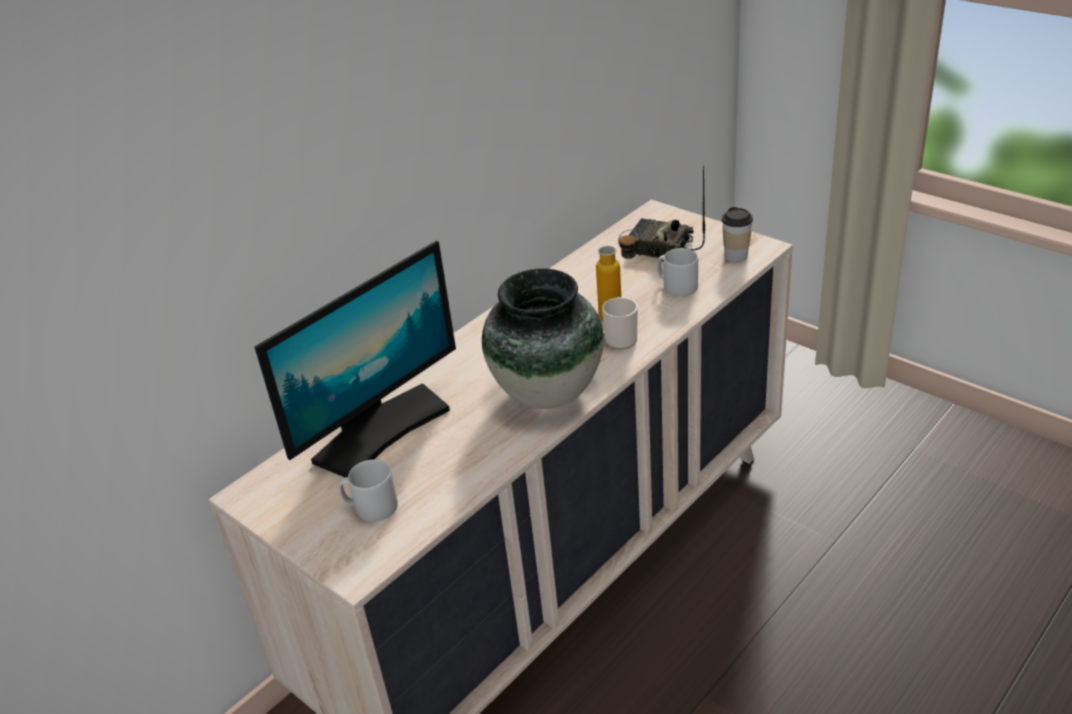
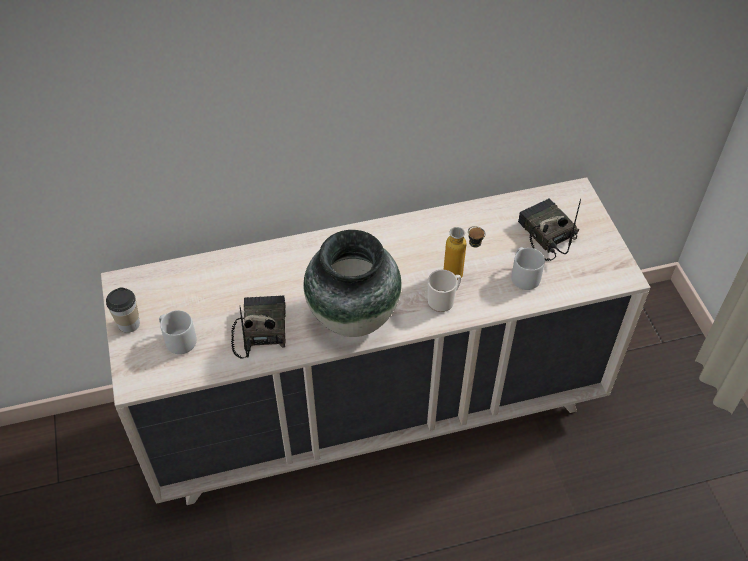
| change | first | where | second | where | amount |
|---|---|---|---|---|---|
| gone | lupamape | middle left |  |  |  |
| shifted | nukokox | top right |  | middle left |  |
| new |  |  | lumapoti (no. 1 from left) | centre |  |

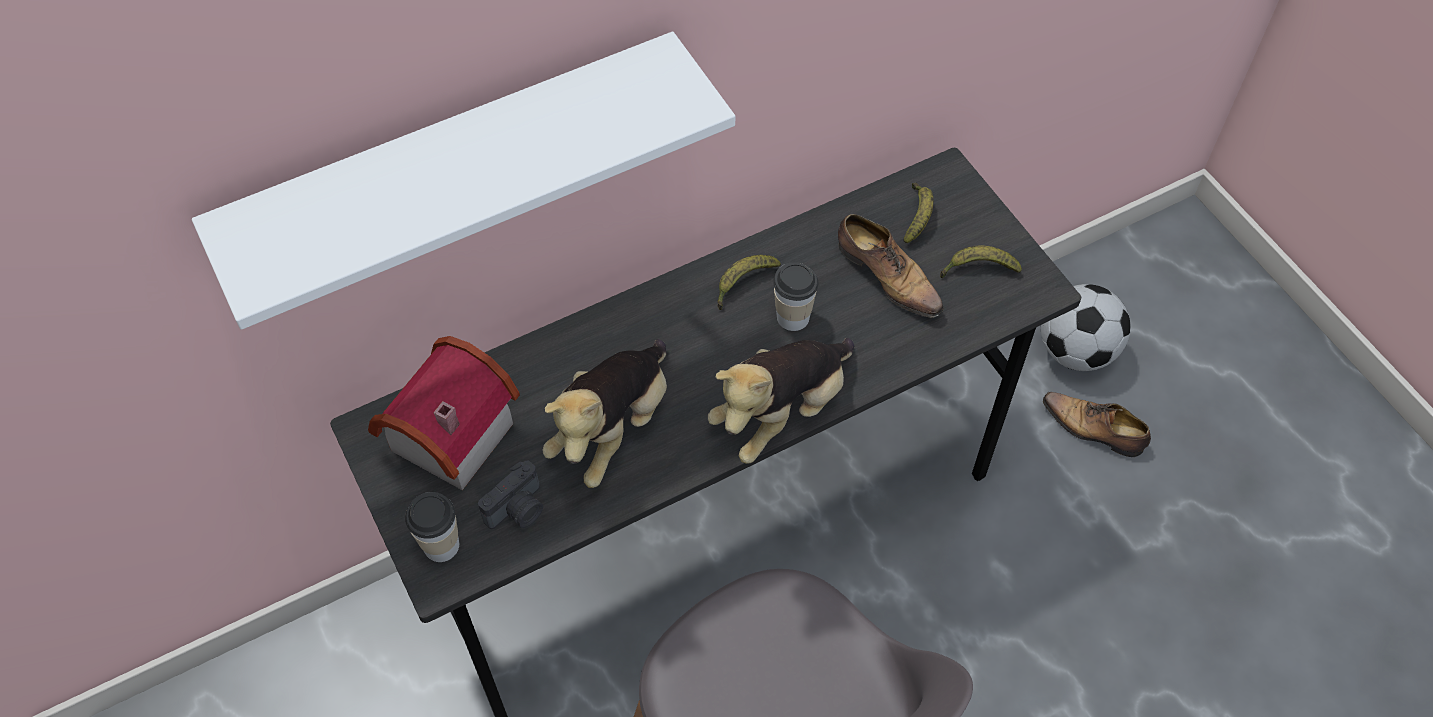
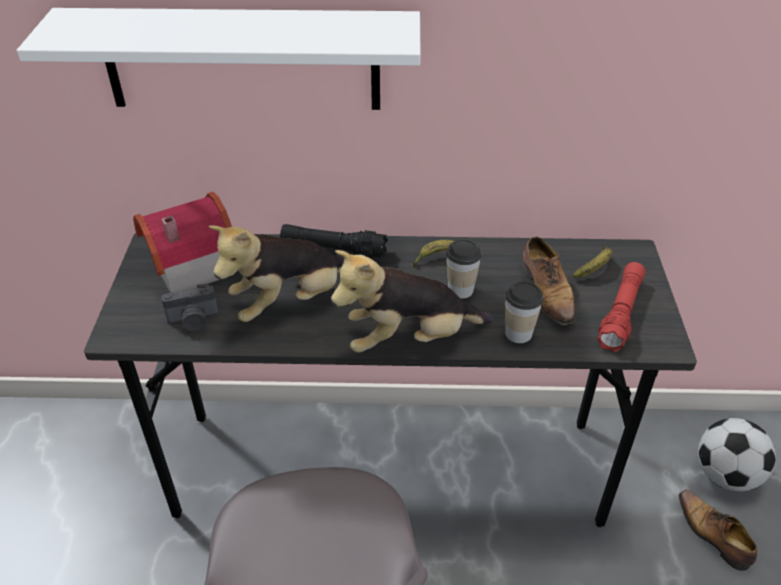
| change | first | where | second | where | amount |
|---|---|---|---|---|---|
| shifted | nukokox (no. 1 from left in the first image) | bottom left | nukokox (no. 2 from left) | middle right |  |
| swapped | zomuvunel (no. 3 from left) | middle right | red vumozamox | middle right |  |
| new |  |  | black vumozamox | centre |  |

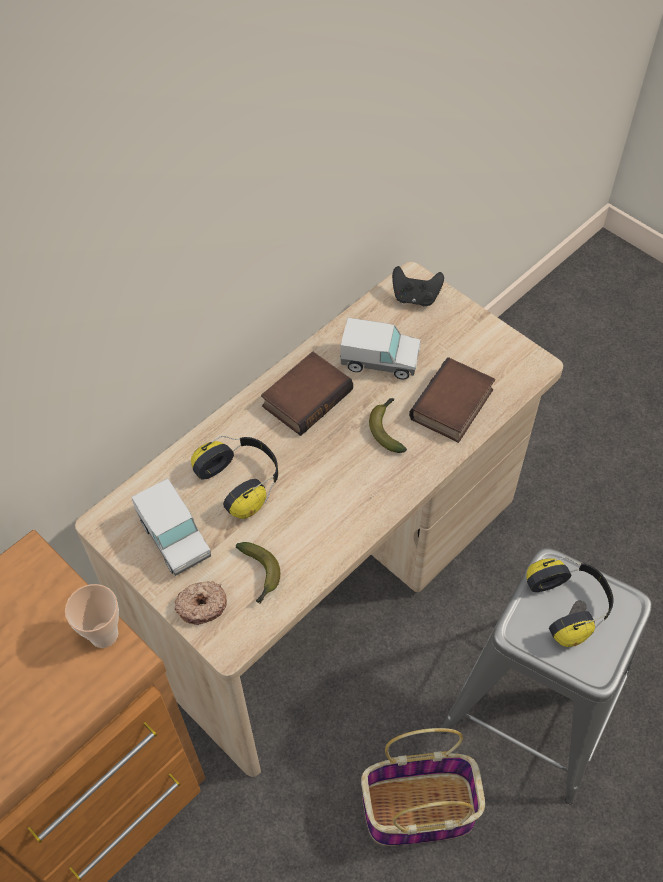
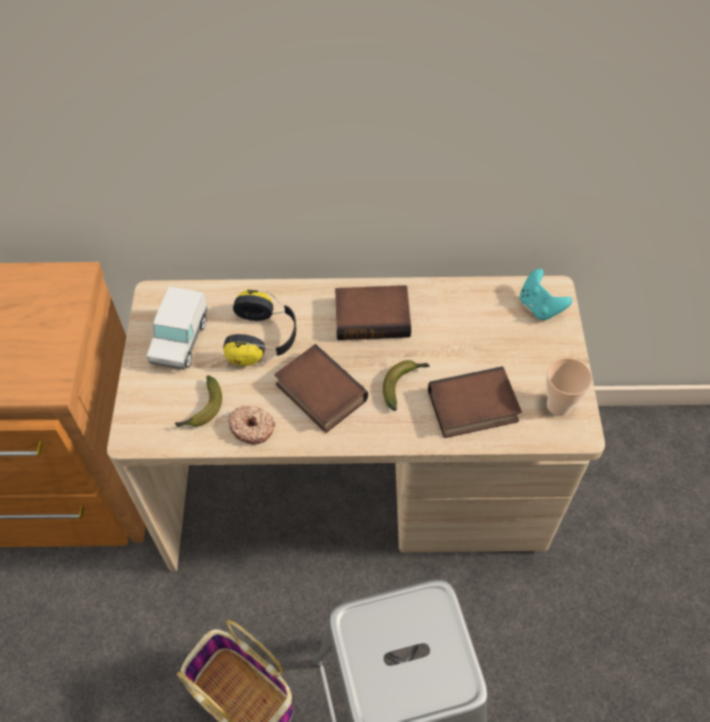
| change | first | where | second | where | amount |
|---|---|---|---|---|---|
| shifted | nukokox | bottom left |  | middle right |  |
| shifted | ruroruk | bottom left |  | centre |  |
| gone | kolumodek (no. 2 from left) | centre |  |  |  |
| repainted | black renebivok | top centre | turquoise renebivok | middle right |  |
| gone | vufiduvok (no. 2 from left) | bottom right |  |  |  |
| new |  |  | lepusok (no. 1 from left) | centre |  |

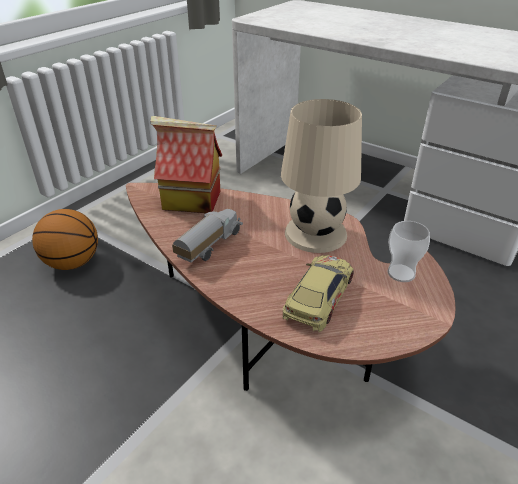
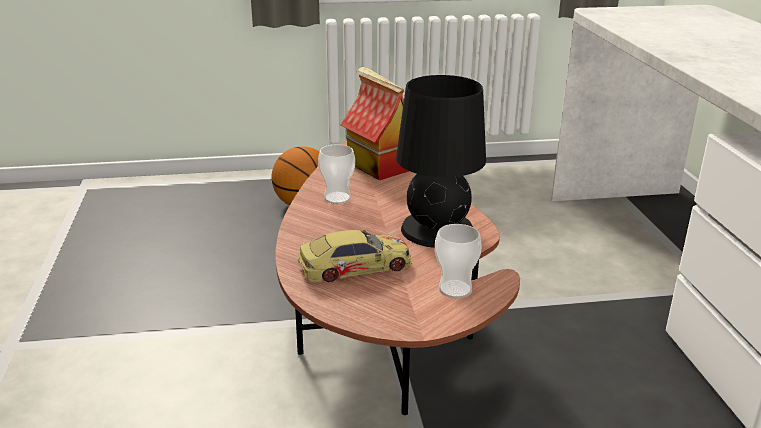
| change | first | where | second | where | amount |
|---|---|---|---|---|---|
| swapped | kolumodek | centre | nukokox (no. 1 from left) | centre |  |
| repainted | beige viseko | centre | black viseko | centre |  |

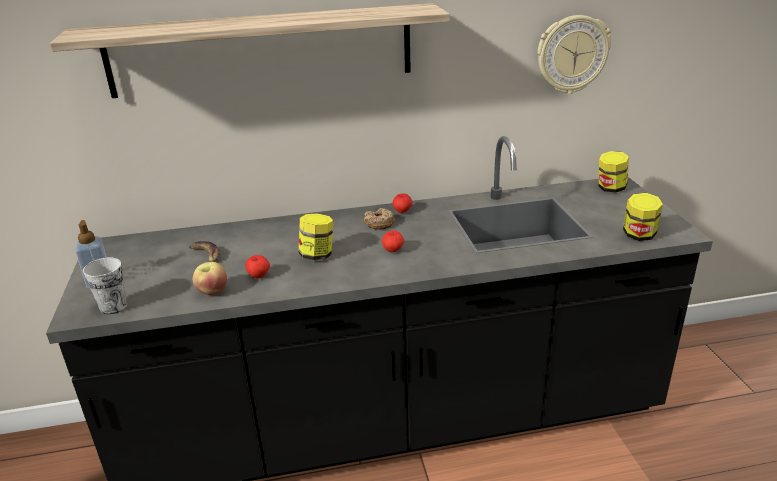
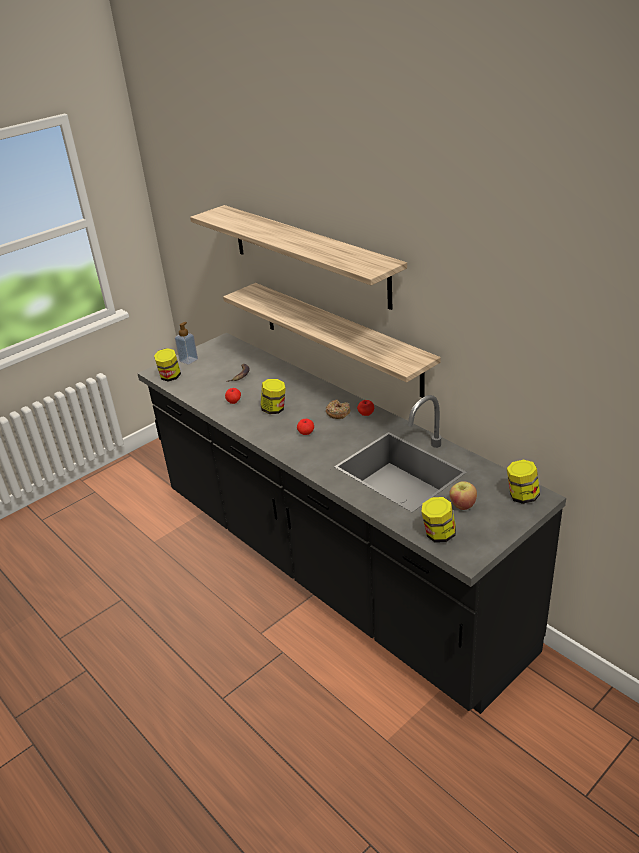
| change | first | where | second | where | amount |
|---|---|---|---|---|---|
| swapped | nukokox | middle left | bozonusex (no. 1 from left) | middle left |  |
| shifted | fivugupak (no. 1 from left in the first image) | middle left | fivugupak (no. 4 from left) | middle right |  |
| gone | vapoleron | top right |  |  |  |
| new |  |  | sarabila (no. 2 from left) | centre |  |

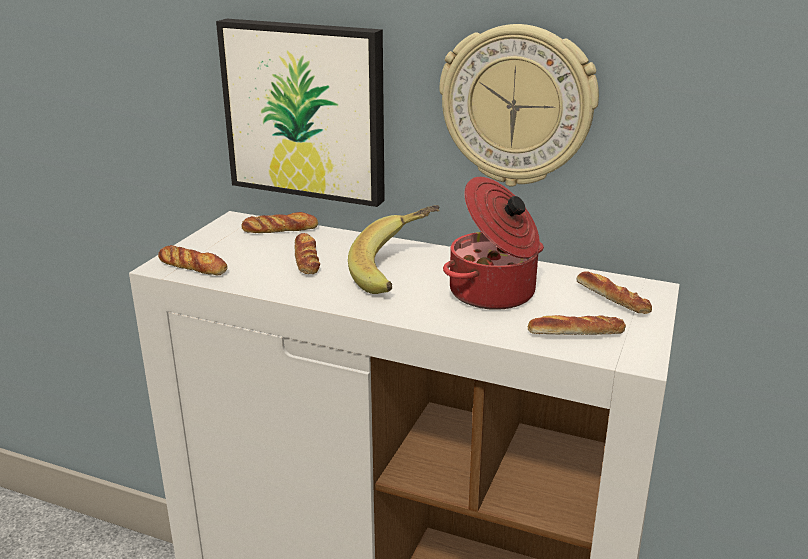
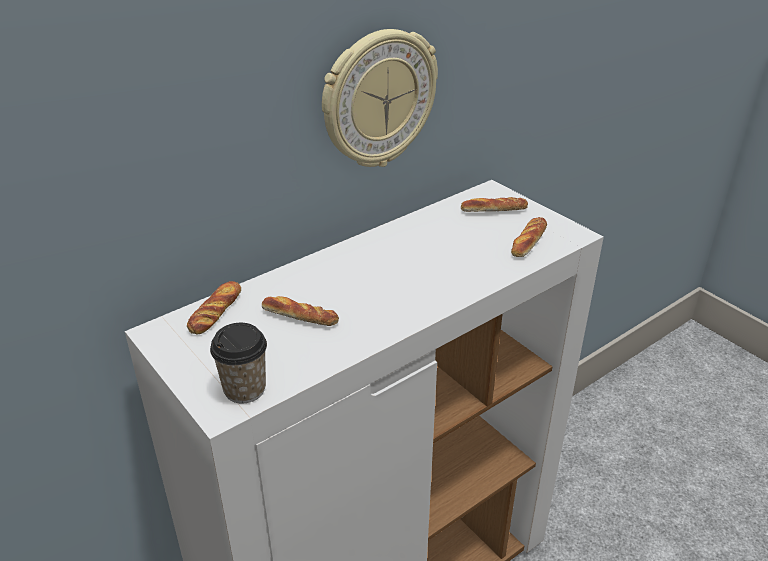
| change | first | where | second | where | amount |
|---|---|---|---|---|---|
| swapped | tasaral (no. 1 from left) | middle left | nukokox | middle left |  |
| gone | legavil | top centre |  |  |  |
| gone | zomuvunel | centre |  |  |  |
| gone | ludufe | centre |  |  |  |

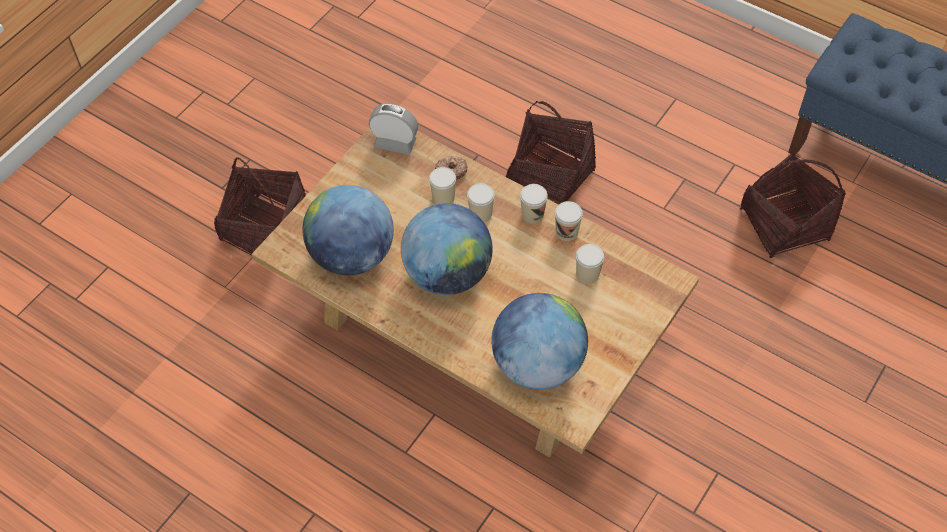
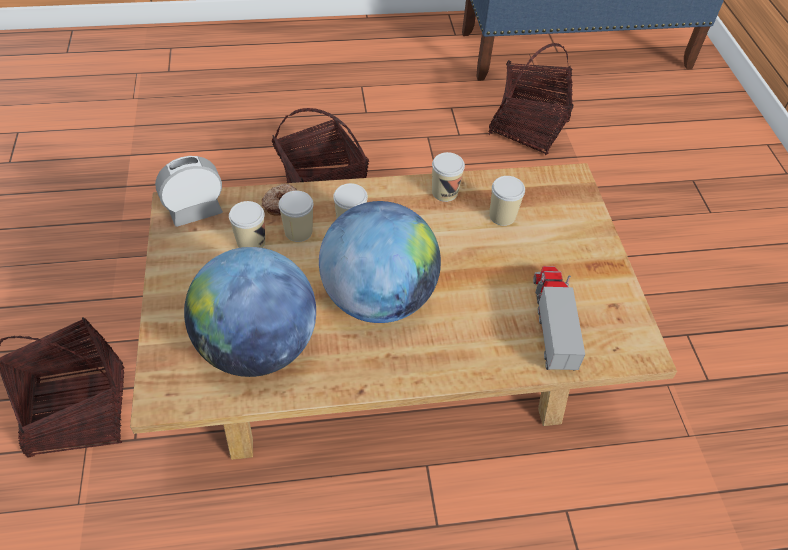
| change | first | where | second | where | amount |
|---|---|---|---|---|---|
| swapped | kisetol (no. 3 from left) | centre | kolumodek | middle right |  |
| shifted | nukokox (no. 3 from left in the first image) | centre | nukokox (no. 1 from left) | middle left |  |

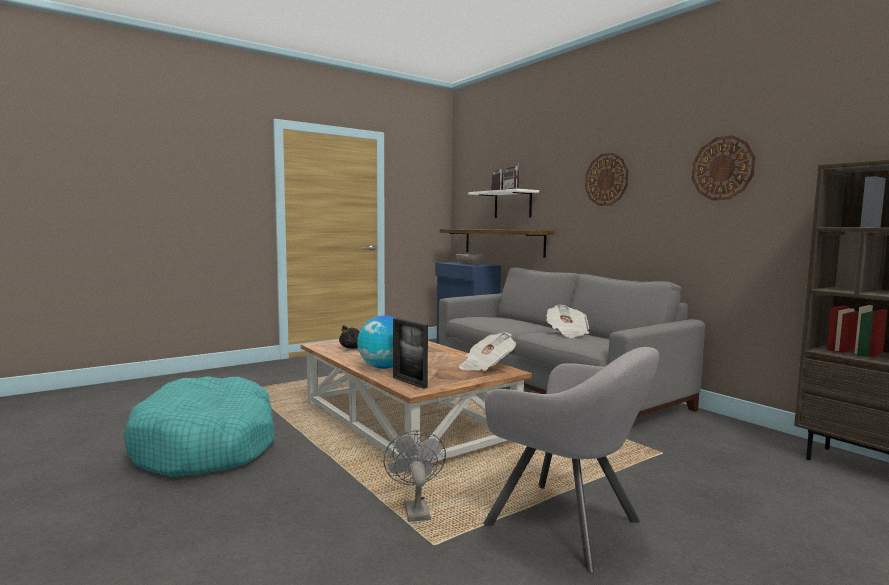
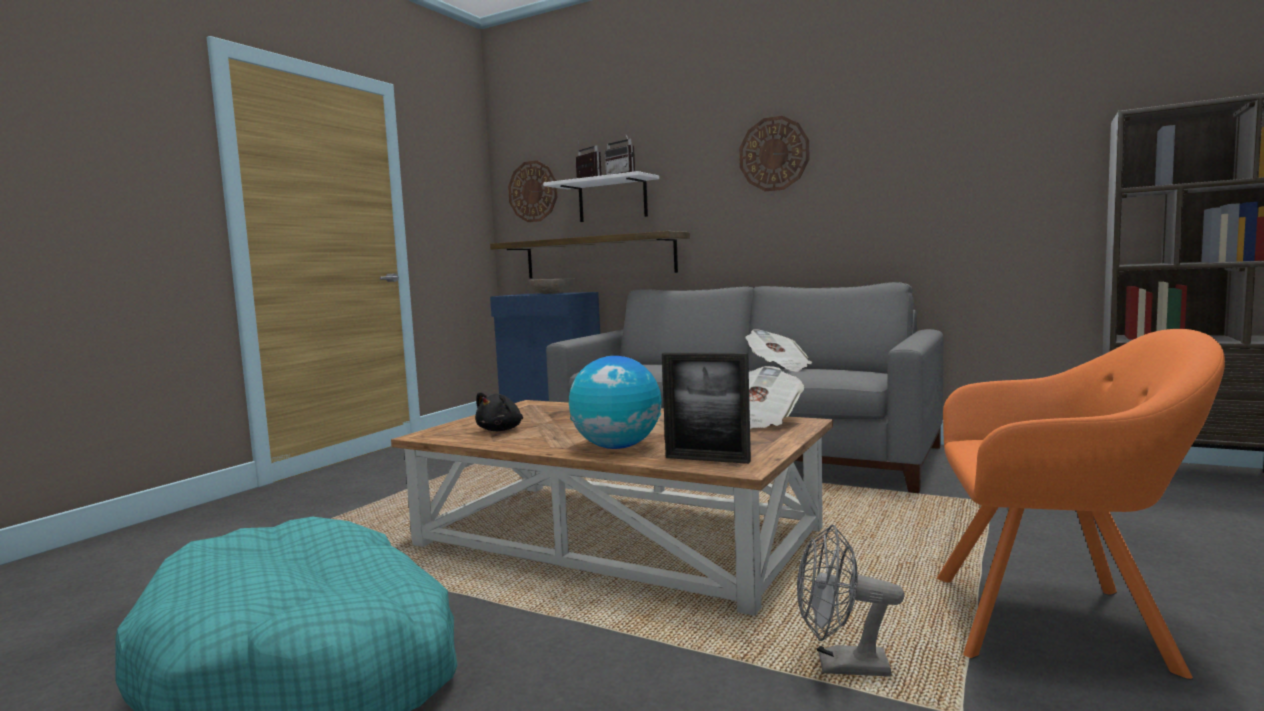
| change | first | where | second | where | amount |
|---|---|---|---|---|---|
| rotated | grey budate | bottom centre |  | bottom right | 45 degrees counterclockwise |
| repainted | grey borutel | bottom centre | orange borutel | bottom right |  |
| shifted | vapoleron (no. 2 from left in the first image) | top right | vapoleron (no. 1 from left) | top centre |  |

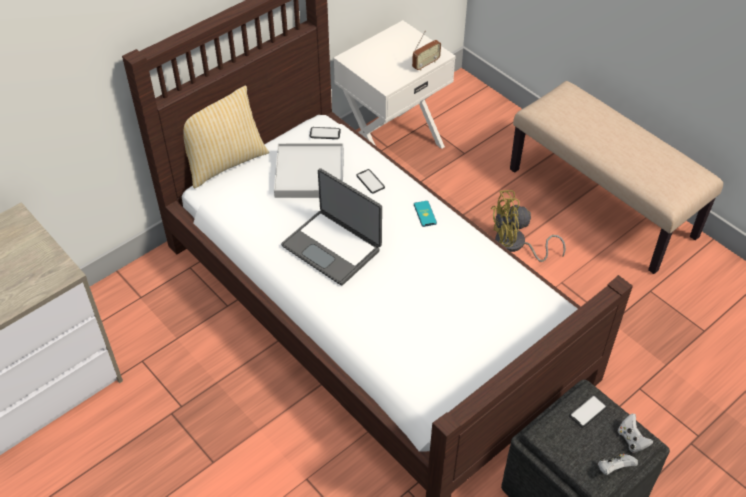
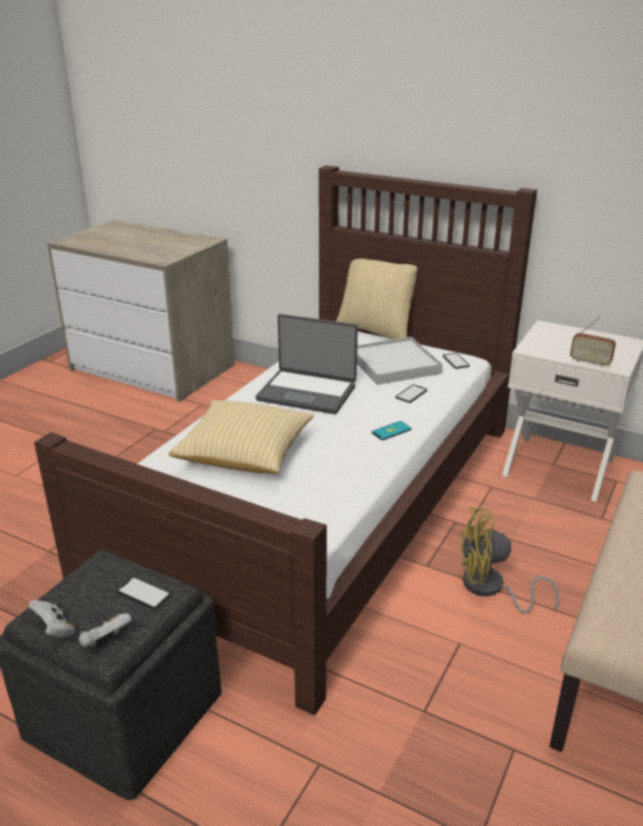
| change | first | where | second | where | amount |
|---|---|---|---|---|---|
| rotated | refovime | centre |  | centre | 90 degrees counterclockwise |
| rotated | yellow budate | middle right |  | bottom right | 60 degrees counterclockwise |
| new |  |  | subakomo (no. 1 from left) | centre |  |

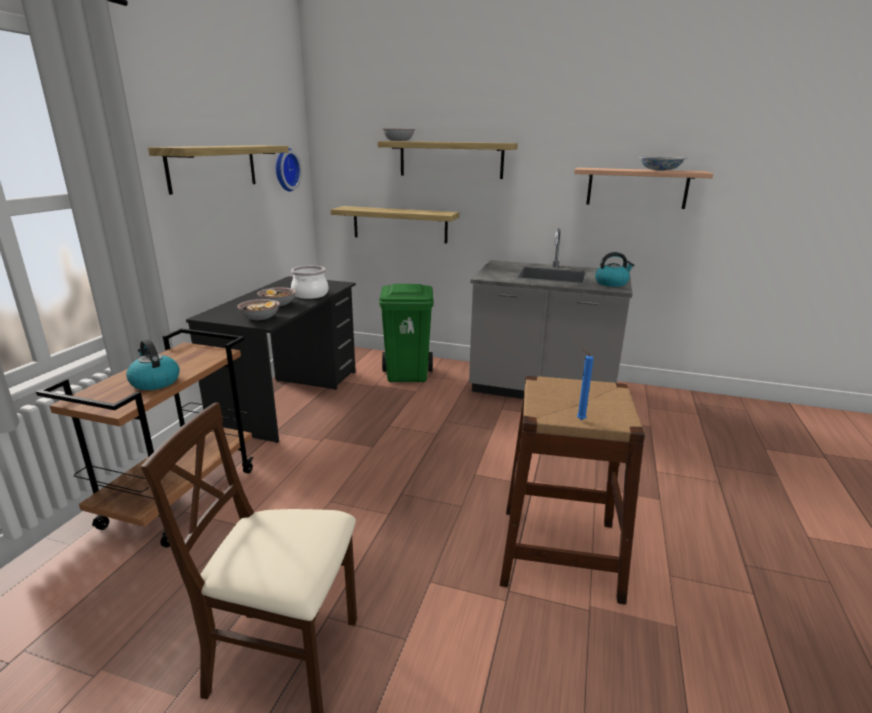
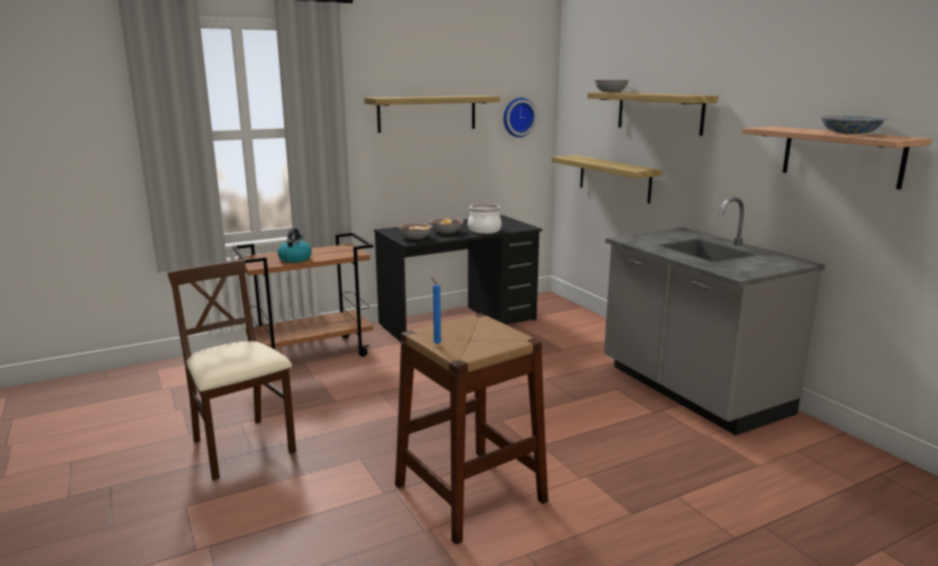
| change | first | where | second | where | amount |
|---|---|---|---|---|---|
| gone | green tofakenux | centre |  |  |  |
| gone | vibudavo (no. 2 from left) | middle right |  |  |  |

